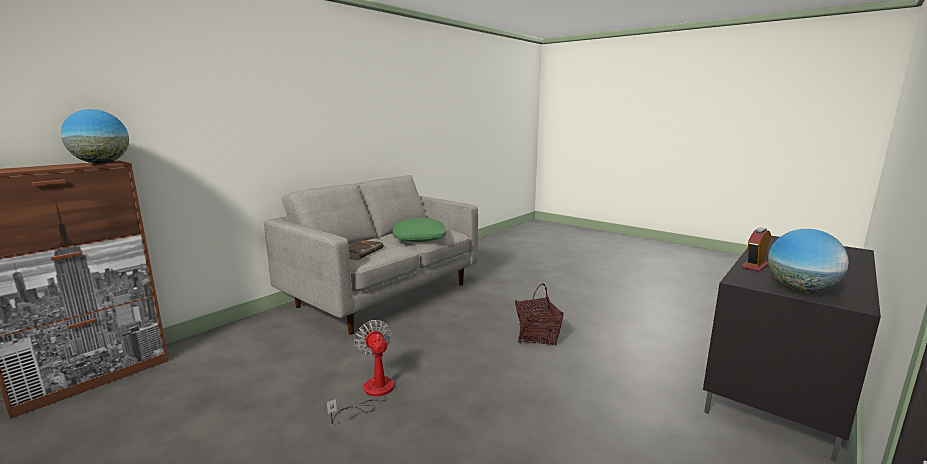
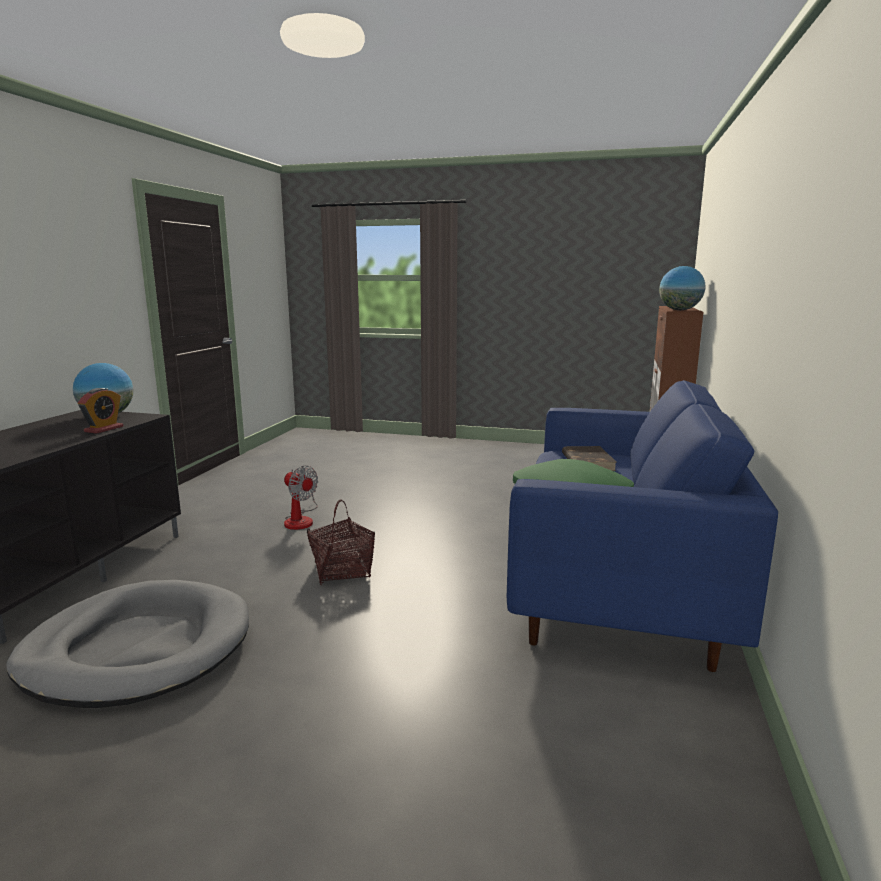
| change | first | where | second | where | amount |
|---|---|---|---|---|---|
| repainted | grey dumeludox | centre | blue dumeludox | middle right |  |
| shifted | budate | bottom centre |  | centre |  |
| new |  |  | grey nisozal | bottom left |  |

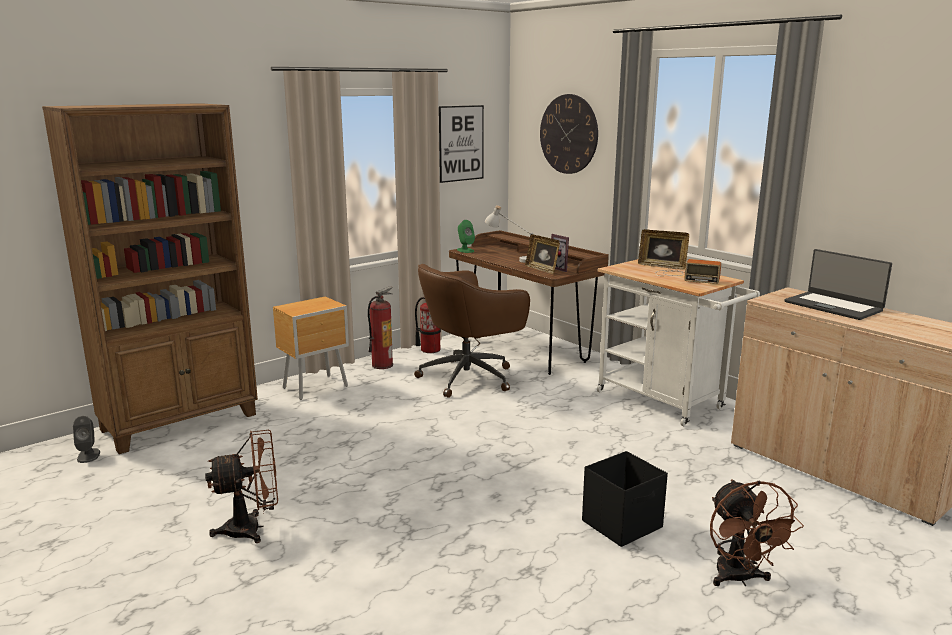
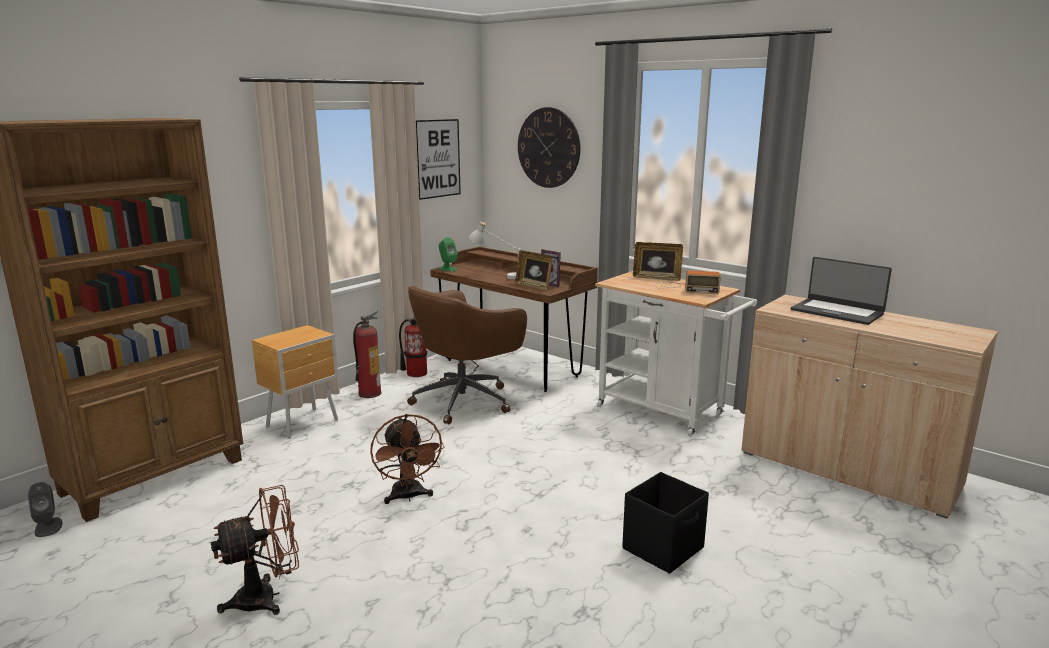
| change | first | where | second | where | amount |
|---|---|---|---|---|---|
| shifted | brown budate (no. 2 from left) | bottom right |  | bottom centre |  |

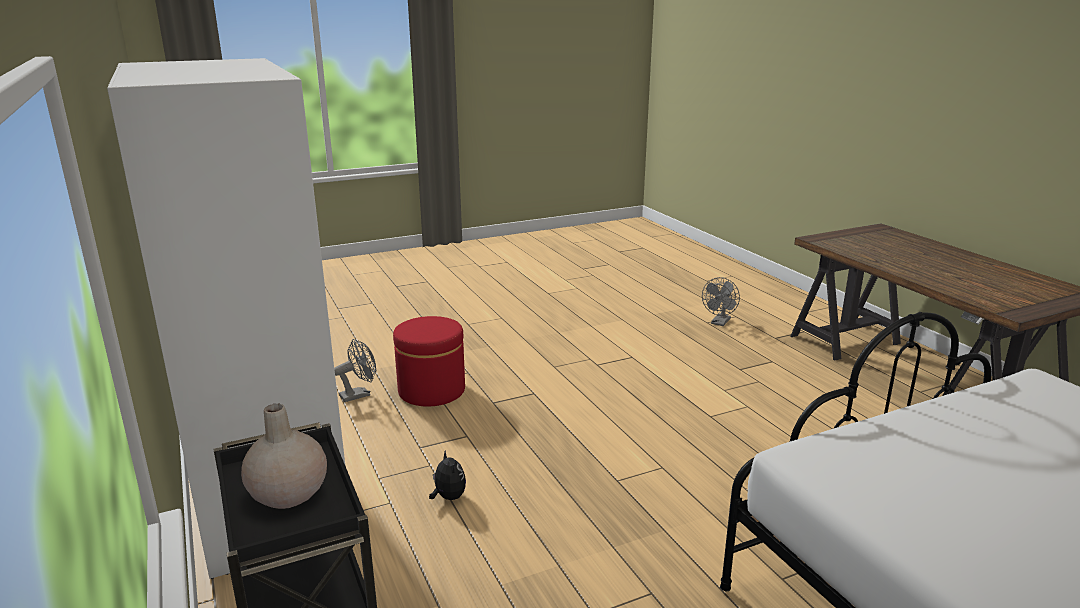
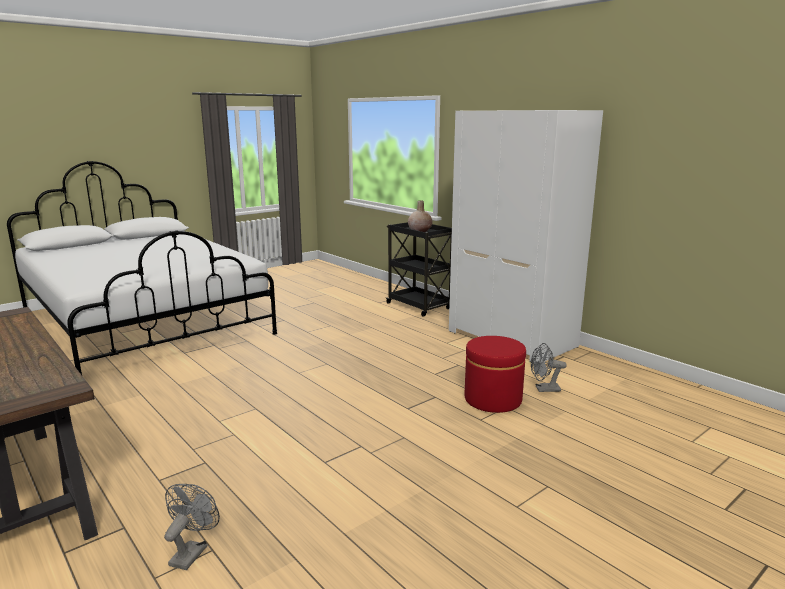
| change | first | where | second | where | amount |
|---|---|---|---|---|---|
| rotated | grey budate (no. 1 from left in the first image) | middle left | grey budate (no. 2 from left) | middle right | 45 degrees clockwise |
| gone | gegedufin | bottom centre |  |  |  |

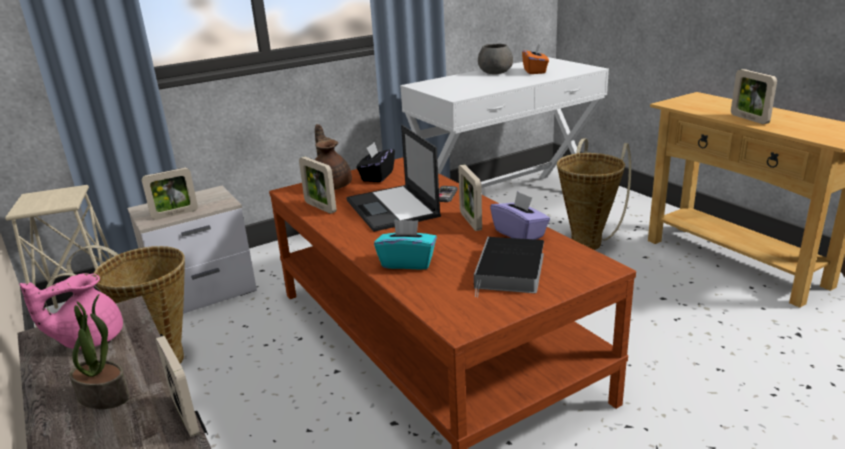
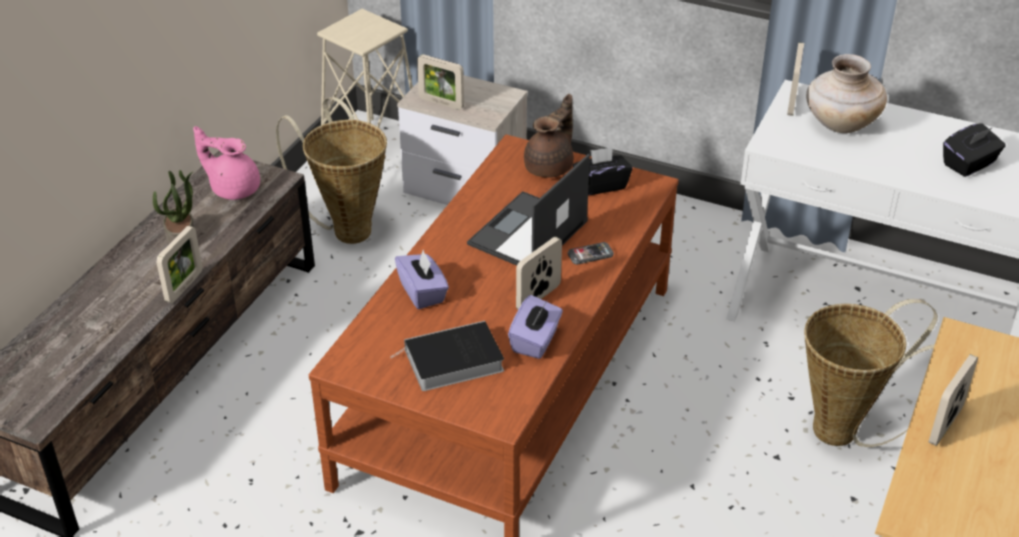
| change | first | where | second | where | amount |
|---|---|---|---|---|---|
| shifted | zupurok (no. 3 from left in the first image) | centre | zupurok (no. 4 from left) | top right |  |
| repainted | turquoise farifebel | centre | purple farifebel (no. 1 from left) | centre |  |
| gone | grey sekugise | top centre |  |  |  |
| repainted | orange farifebel | top centre | black farifebel (no. 2 from left) | top right |  |
| new |  |  | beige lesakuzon | top right |  |

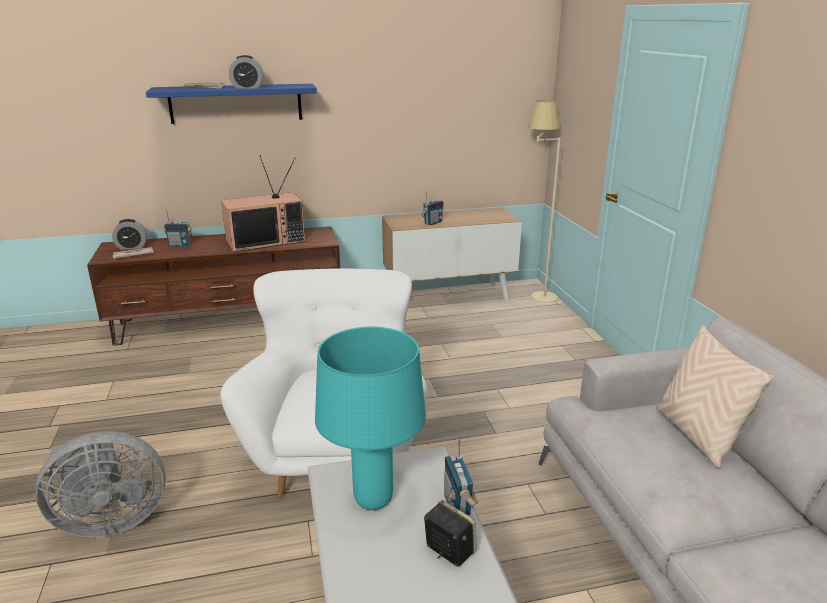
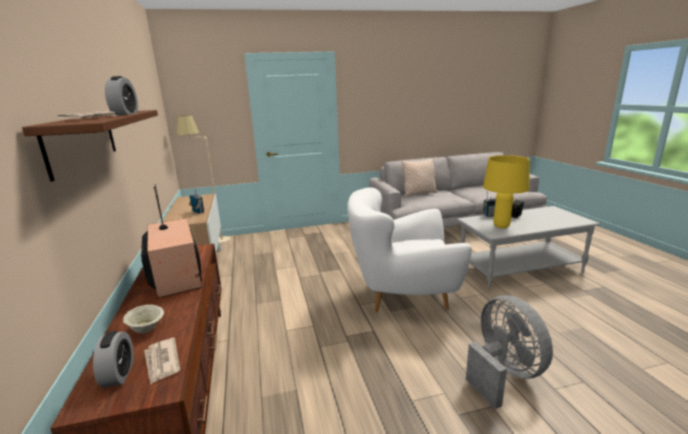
| change | first | where | second | where | amount |
|---|---|---|---|---|---|
| repainted | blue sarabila | top left | brown sarabila | middle left |  |
| swapped | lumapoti (no. 1 from left) | middle left | beige sekugise | bottom left |  |
| repainted | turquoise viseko | bottom centre | yellow viseko | middle right |  |

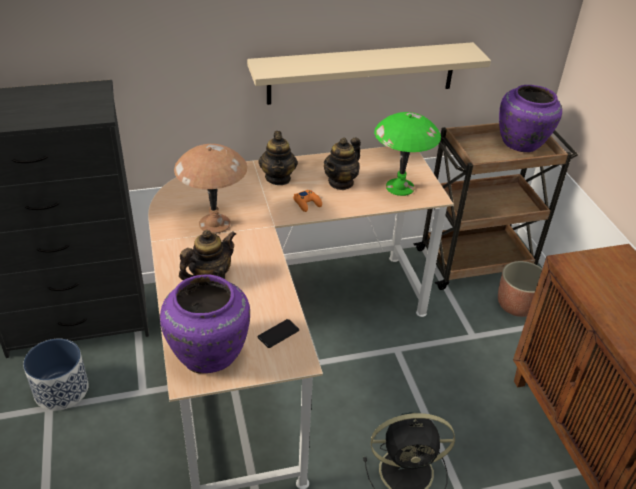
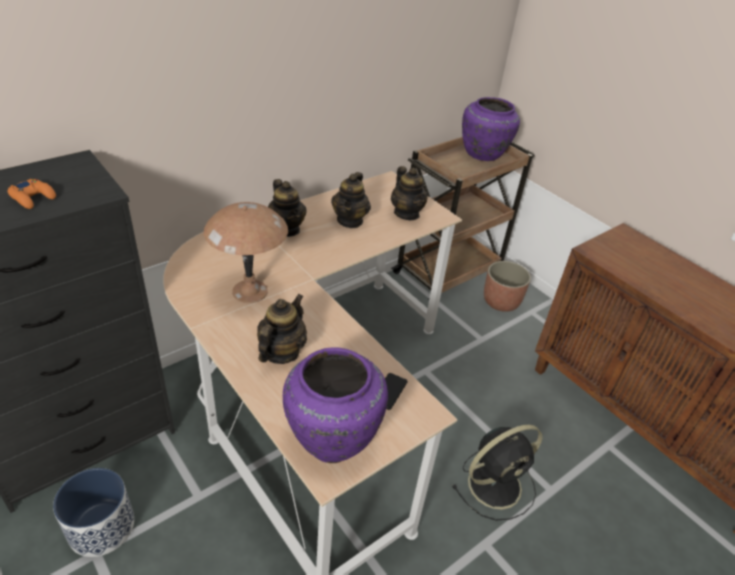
| change | first | where | second | where | amount |
|---|---|---|---|---|---|
| gone | beige sarabila | top centre |  |  |  |
| shifted | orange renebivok | centre |  | middle left |  |
| swapped | green viseko | top centre | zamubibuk (no. 4 from left) | centre |  |

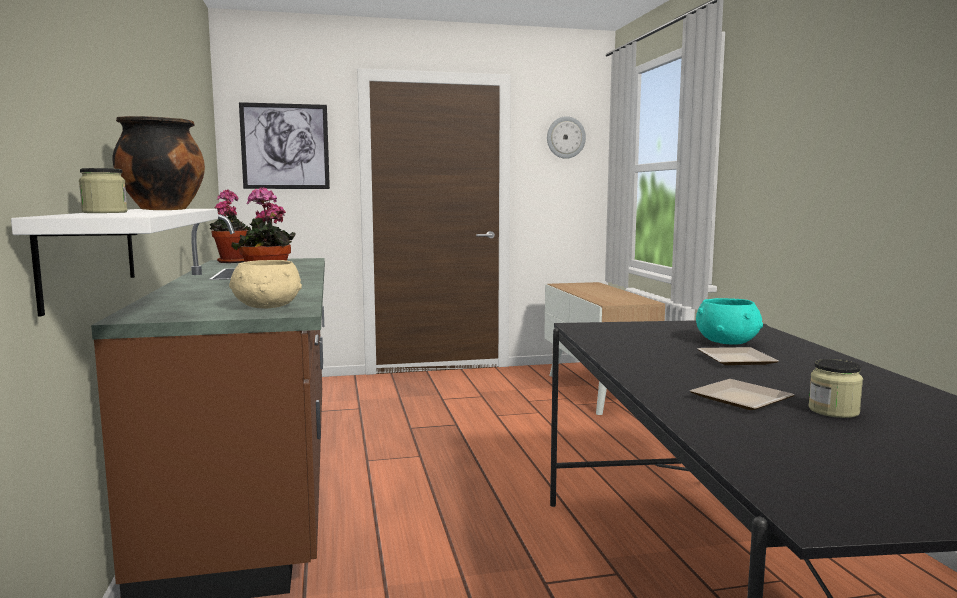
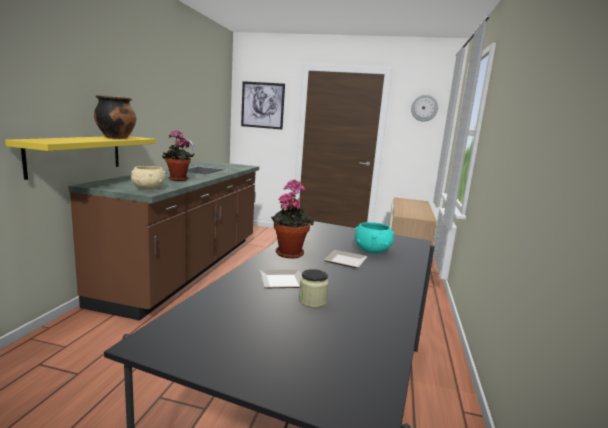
| change | first | where | second | where | amount |
|---|---|---|---|---|---|
| repainted | white sarabila | middle left | yellow sarabila | middle left |  |
| gone | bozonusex (no. 1 from left) | top left |  |  |  |
| shifted | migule (no. 1 from left in the first image) | middle left | migule (no. 2 from left) | centre |  |

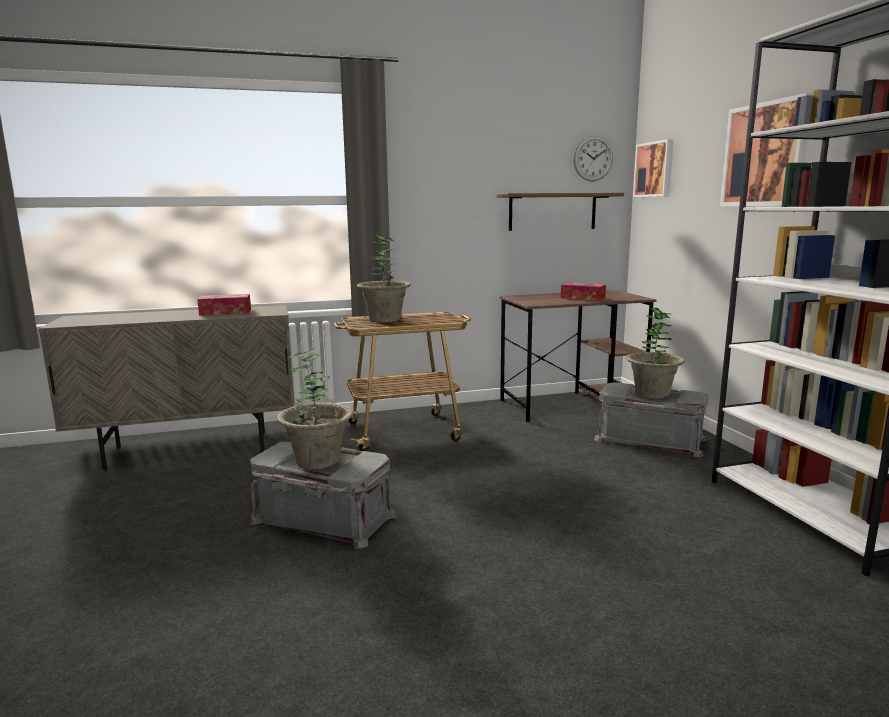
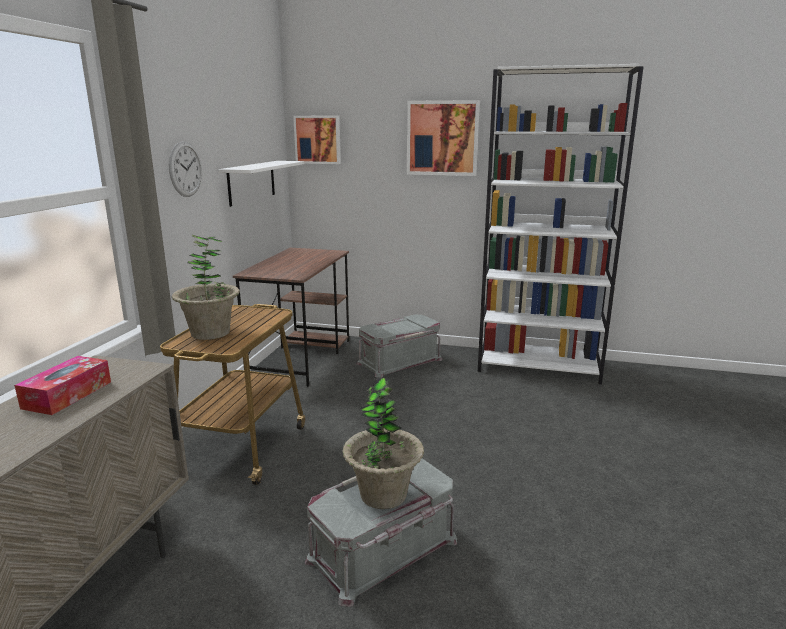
| change | first | where | second | where | amount |
|---|---|---|---|---|---|
| repainted | brown sarabila | top centre | white sarabila | top left |  |
| gone | farifebel (no. 2 from left) | centre |  |  |  |
| shifted | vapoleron | top right |  | top left |  |
| gone | migule (no. 3 from left) | middle right |  |  |  |

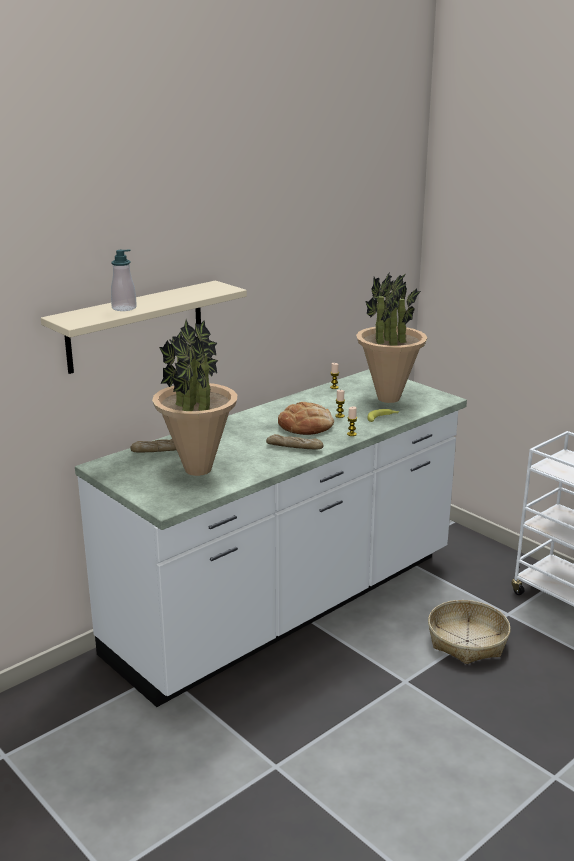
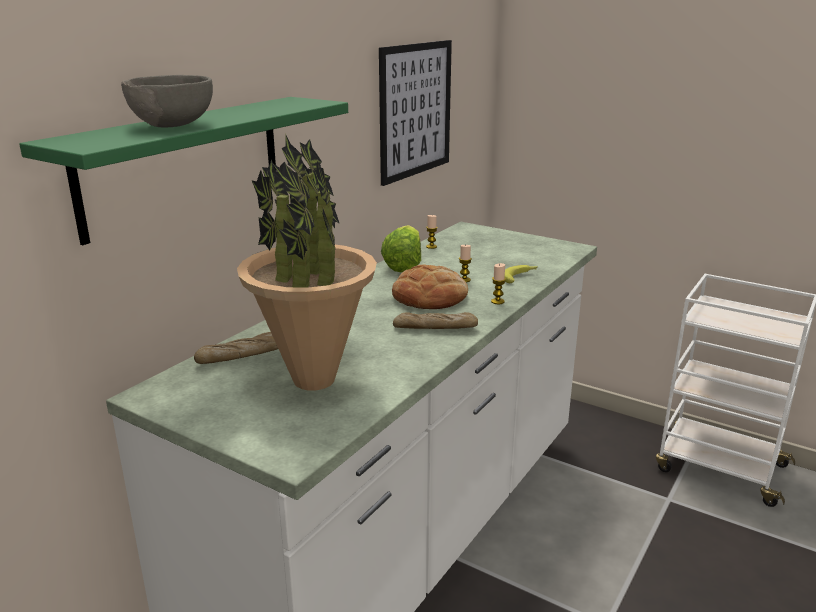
| change | first | where | second | where | amount |
|---|---|---|---|---|---|
| repainted | beige sarabila | middle left | green sarabila | top left |  |
| swapped | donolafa | top left | grey sekugise | top left |  |
| gone | migule (no. 2 from left) | middle right |  |  |  |
| gone | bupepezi | bottom right |  |  |  |
| new |  |  | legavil | top centre |  |
| new |  |  | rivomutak | centre |  |

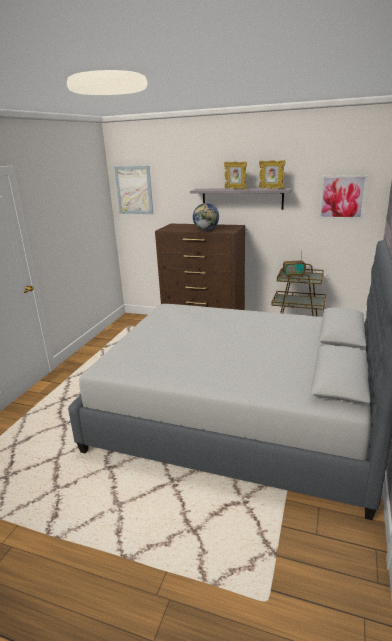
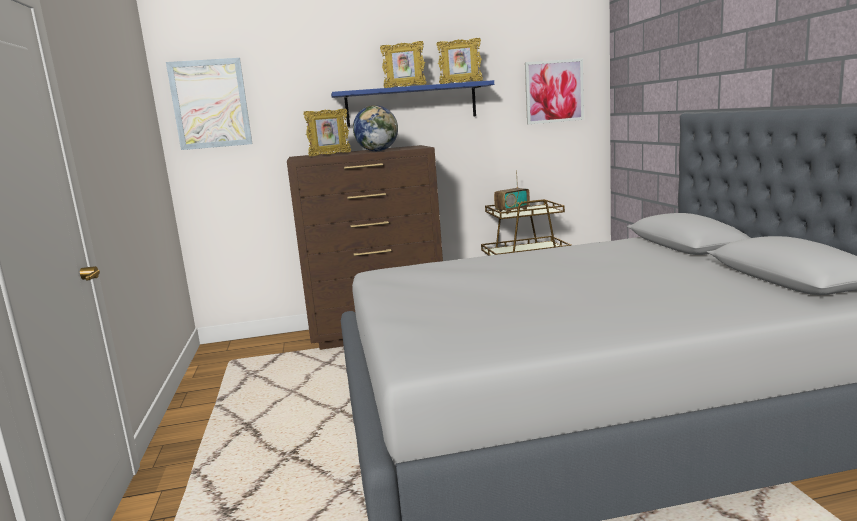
| change | first | where | second | where | amount |
|---|---|---|---|---|---|
| repainted | grey sarabila | top centre | blue sarabila | top centre |  |
| new |  |  | zupurok (no. 1 from left) | top centre |  |

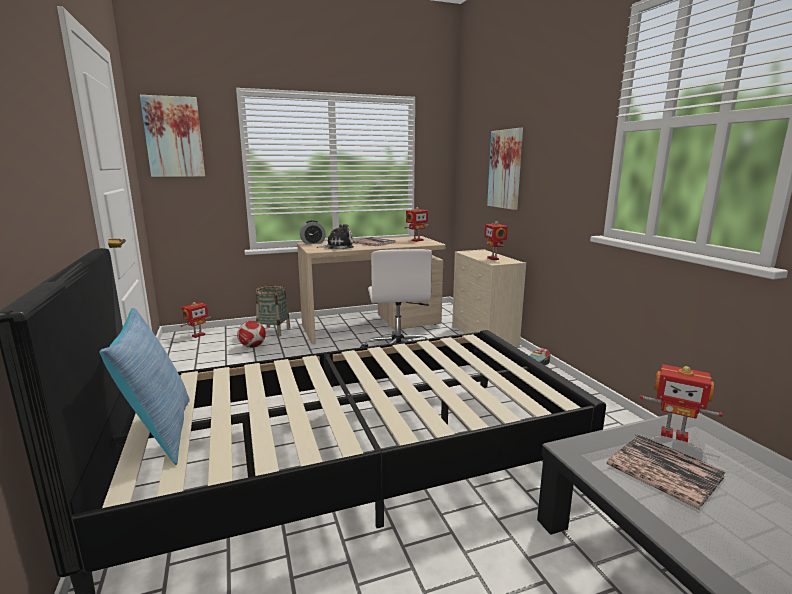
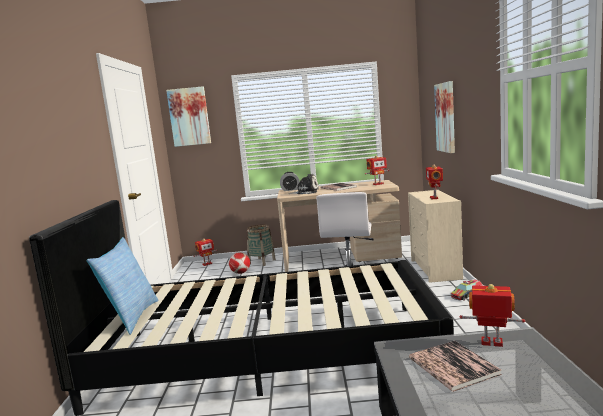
| change | first | where | second | where | amount |
|---|---|---|---|---|---|
| rotated | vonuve (no. 4 from left) | bottom right |  | bottom right | 150 degrees clockwise |

